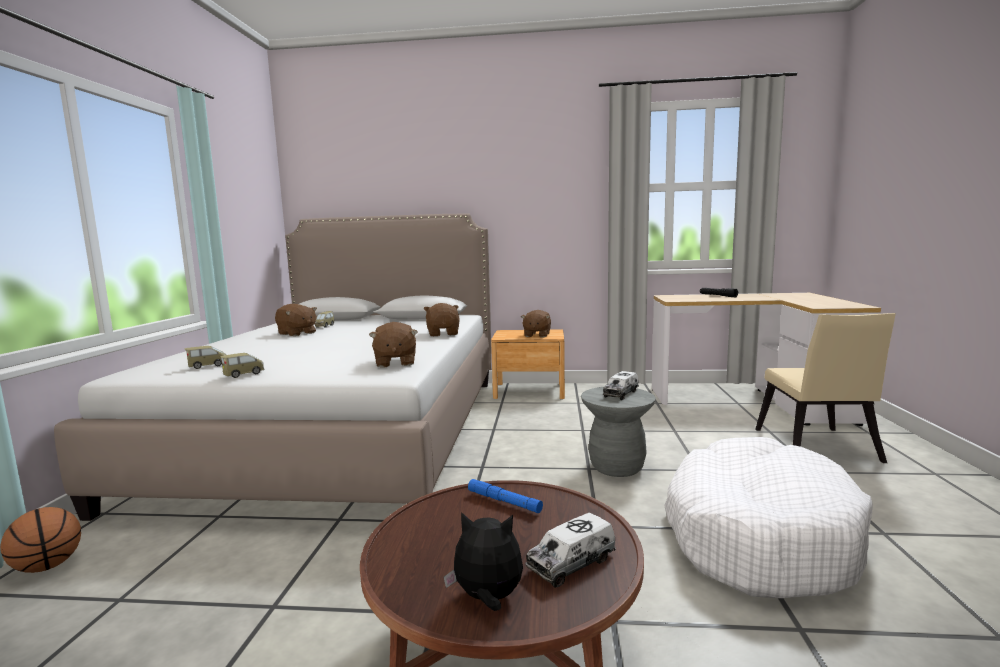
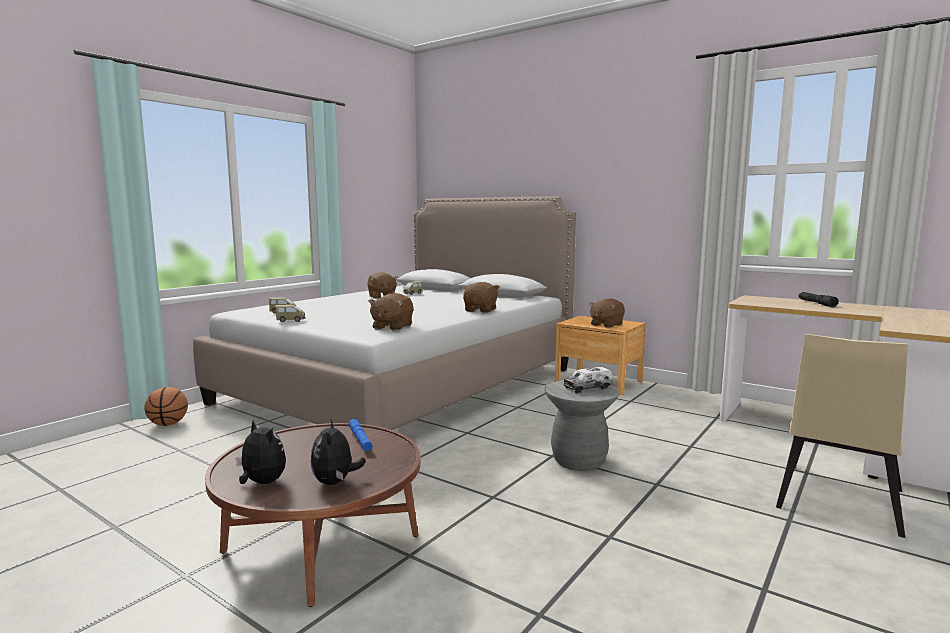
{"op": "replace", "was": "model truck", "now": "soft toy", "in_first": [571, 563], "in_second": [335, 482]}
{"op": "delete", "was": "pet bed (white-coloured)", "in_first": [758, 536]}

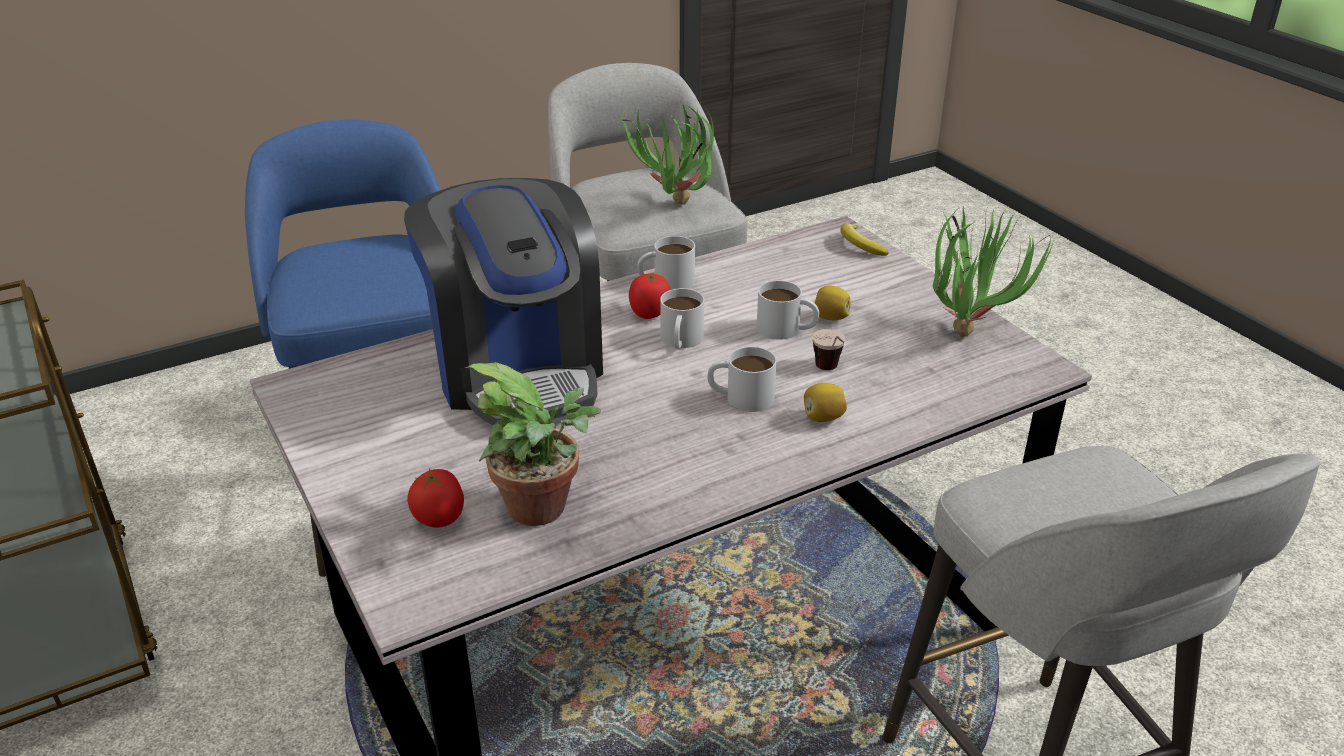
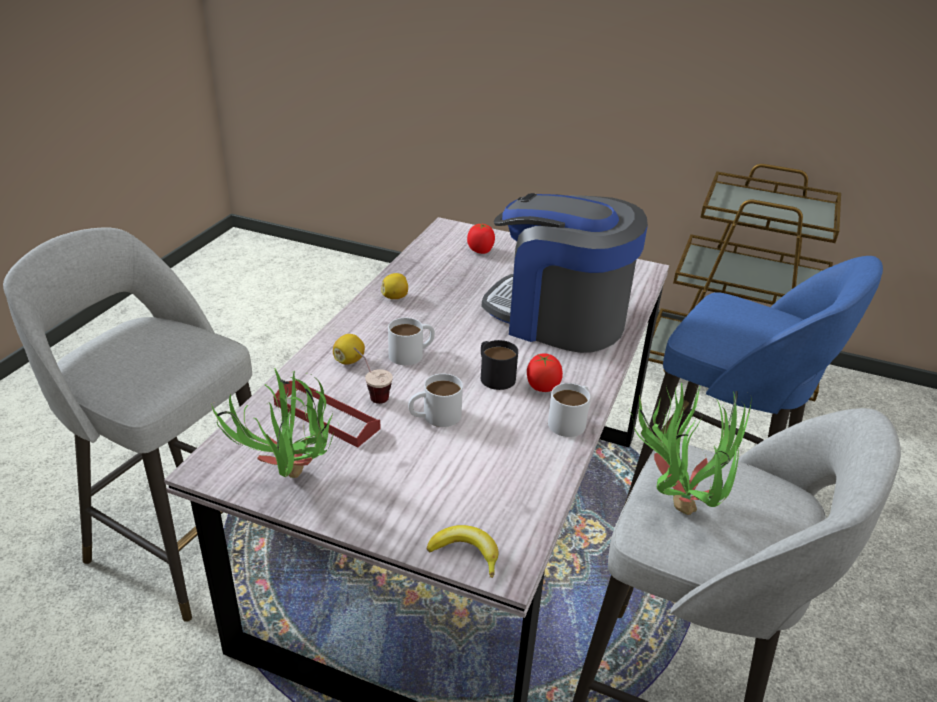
{"op": "insert", "now": "tray (red)", "in_second": [326, 416]}
{"op": "move", "was": "citrus fruit", "in_first": [830, 317], "in_second": [395, 297]}
{"op": "recolor", "was": "tea mug (white-coloured)", "now": "tea mug (black-coloured)", "in_first": [680, 341], "in_second": [494, 375]}
{"op": "delete", "was": "plant in a pot", "in_first": [544, 509]}

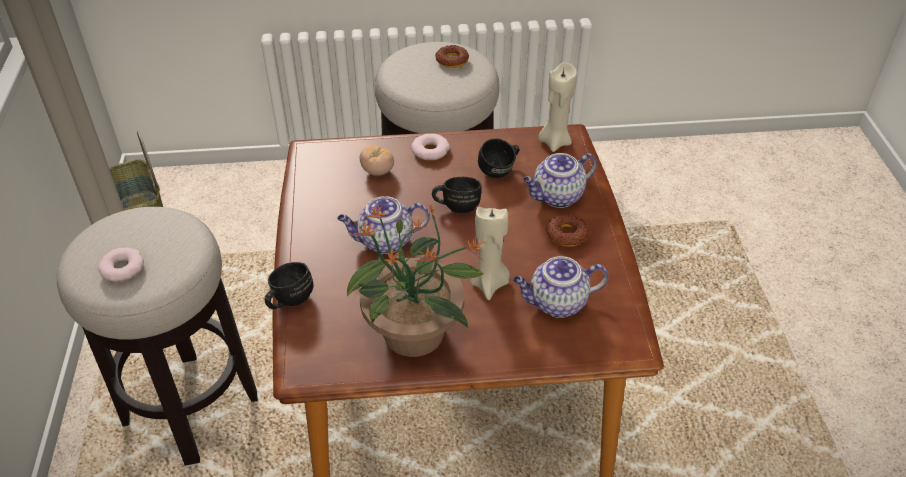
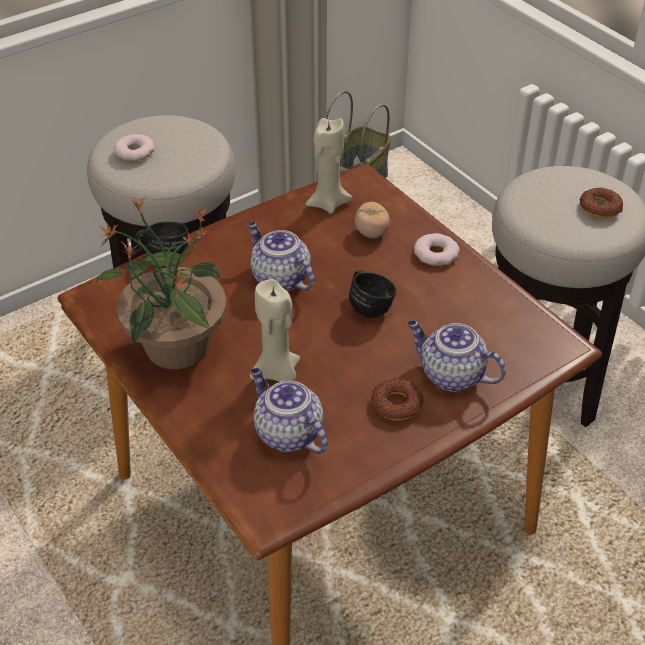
{"op": "move", "was": "wax light (beige)", "in_first": [554, 142], "in_second": [328, 203]}
{"op": "delete", "was": "tea mug (black-coloured)", "in_first": [500, 171]}

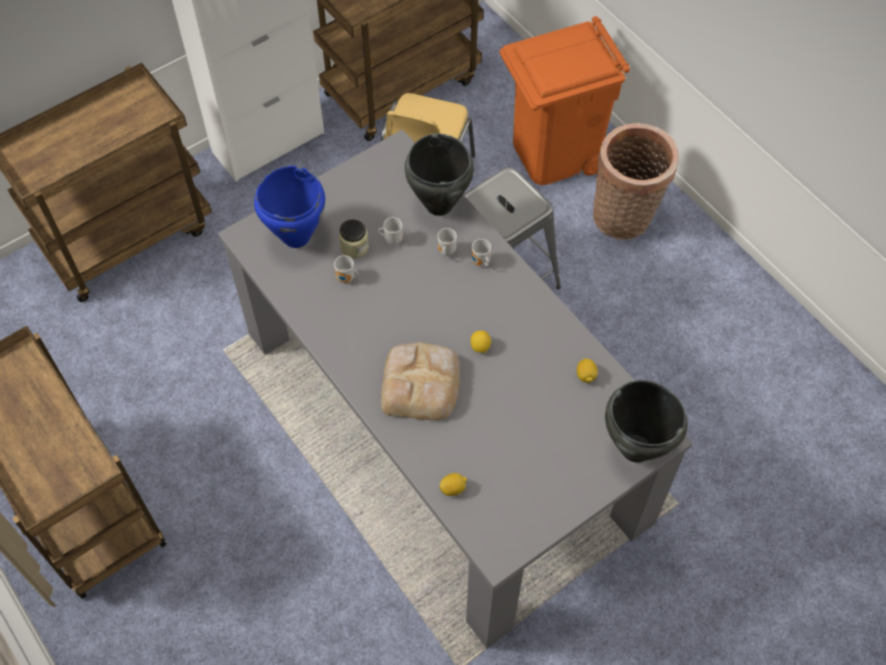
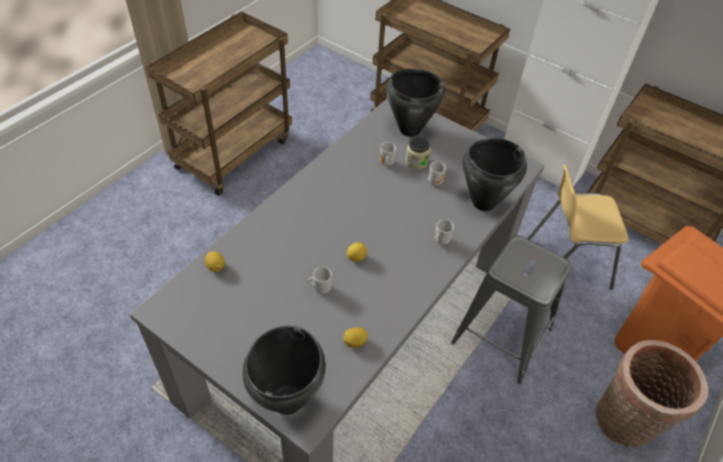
{"op": "move", "was": "tea mug", "in_first": [445, 251], "in_second": [321, 288]}
{"op": "recolor", "was": "stockpot (blue)", "now": "stockpot (black-coloured)", "in_first": [295, 237], "in_second": [409, 129]}
{"op": "delete", "was": "bakery bread", "in_first": [421, 383]}

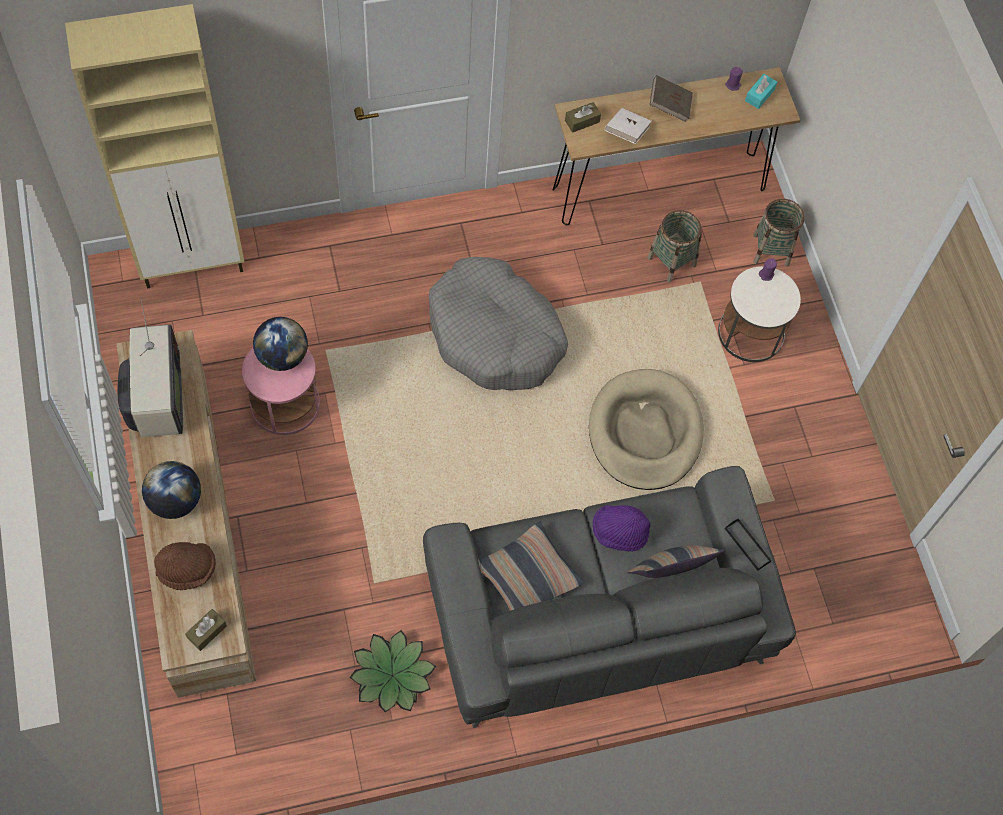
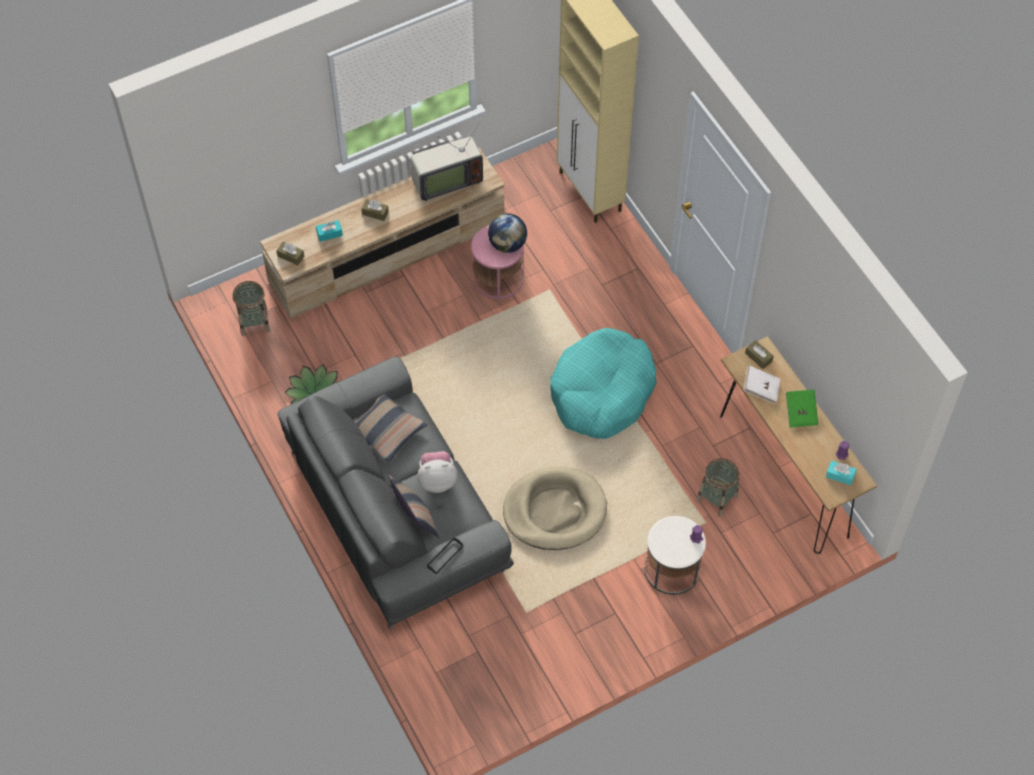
{"op": "move", "was": "basket", "in_first": [771, 250], "in_second": [254, 322]}
{"op": "replace", "was": "wearable hat (brownish)", "now": "tissue holder (turquoise)", "in_first": [187, 570], "in_second": [329, 234]}
{"op": "replace", "was": "world globe", "now": "tissue holder (brownish)", "in_first": [175, 501], "in_second": [375, 213]}
{"op": "replace", "was": "wearable hat (purple-coloured)", "now": "soft toy", "in_first": [619, 532], "in_second": [437, 480]}
{"op": "recolor", "was": "pet bed (gray)", "now": "pet bed (turquoise)", "in_first": [495, 335], "in_second": [602, 392]}
{"op": "recolor", "was": "book (brownish)", "now": "book (green-coloured)", "in_first": [669, 105], "in_second": [800, 413]}

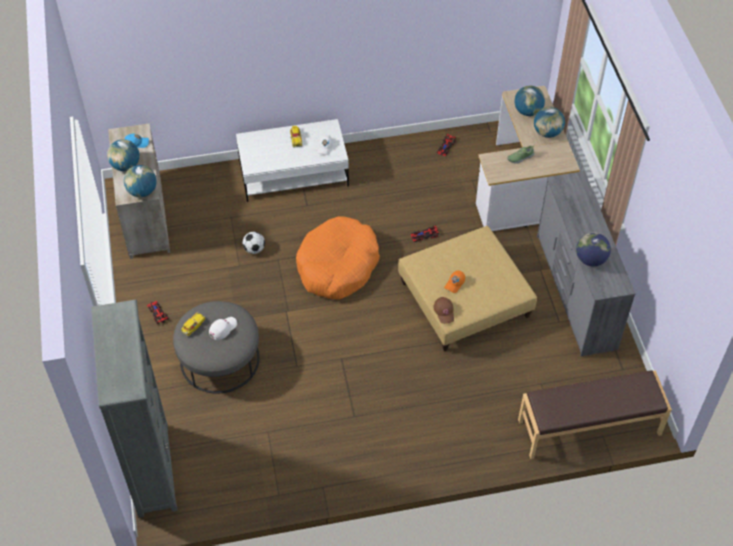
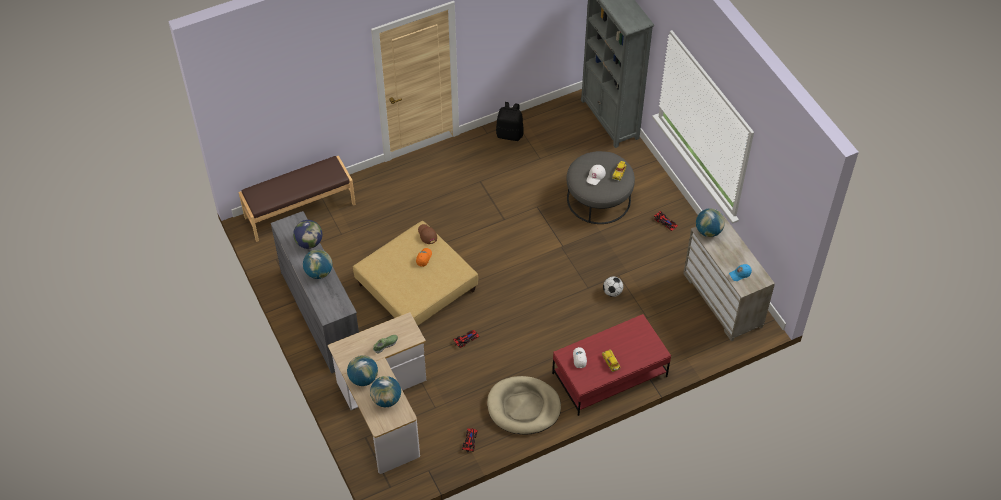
{"op": "move", "was": "world globe", "in_first": [125, 166], "in_second": [319, 272]}
{"op": "insert", "now": "pet bed (beige)", "in_second": [523, 407]}
{"op": "insert", "now": "rucksack (black-coloured)", "in_second": [510, 134]}
{"op": "recolor", "was": "coffee table (white-coloured)", "now": "coffee table (red)", "in_first": [293, 173], "in_second": [609, 375]}
{"op": "delete", "was": "pet bed (orangey)", "in_first": [337, 266]}

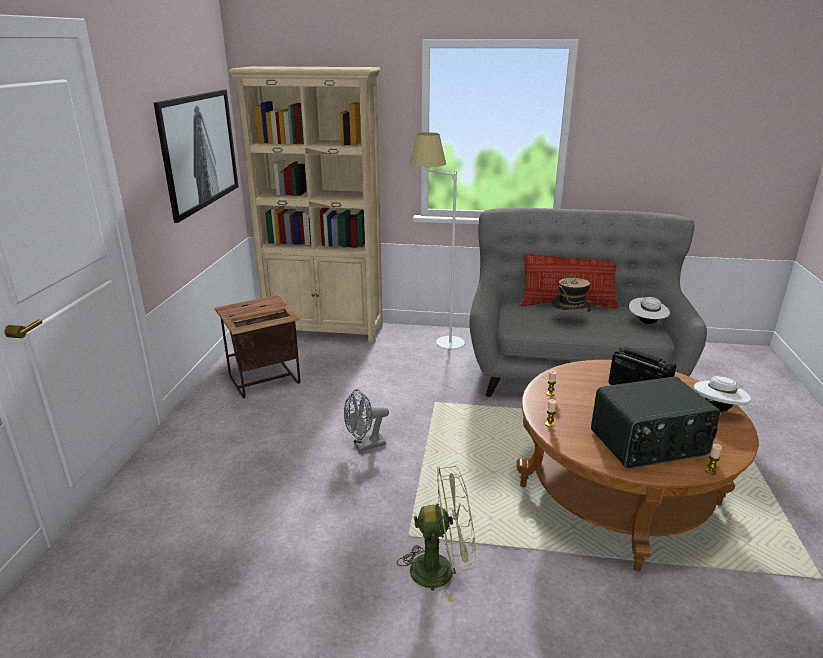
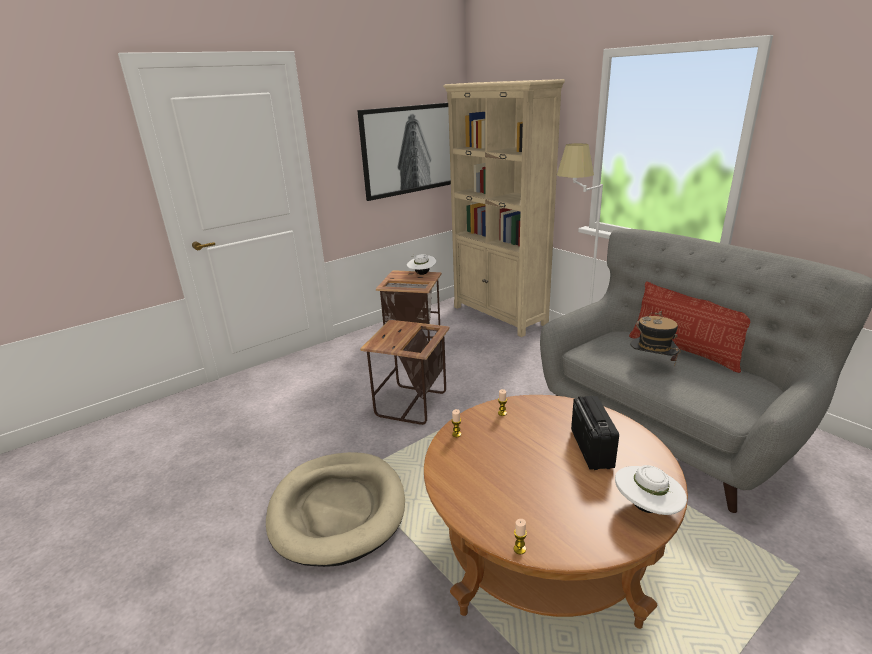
{"op": "replace", "was": "fan (green-coloured)", "now": "pet bed (beige)", "in_first": [442, 569], "in_second": [338, 510]}
{"op": "replace", "was": "fan (gray)", "now": "side table", "in_first": [365, 446], "in_second": [410, 405]}
{"op": "move", "was": "wearable hat (white-coloured)", "in_first": [646, 323], "in_second": [421, 274]}
{"op": "delete", "was": "radio set", "in_first": [649, 444]}

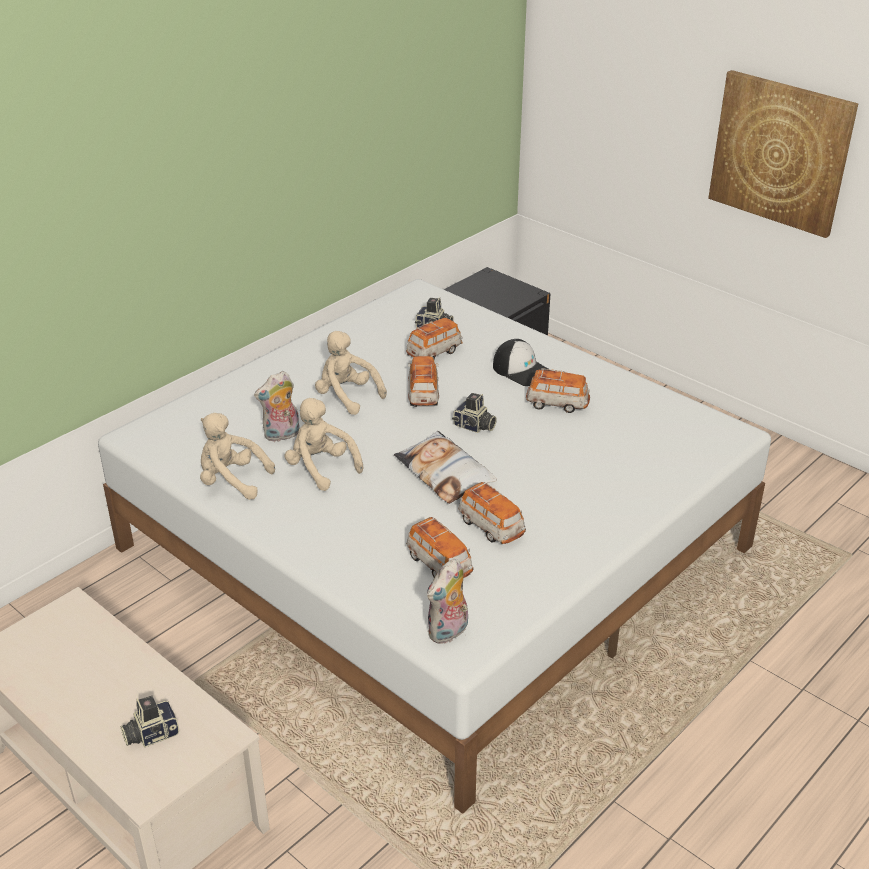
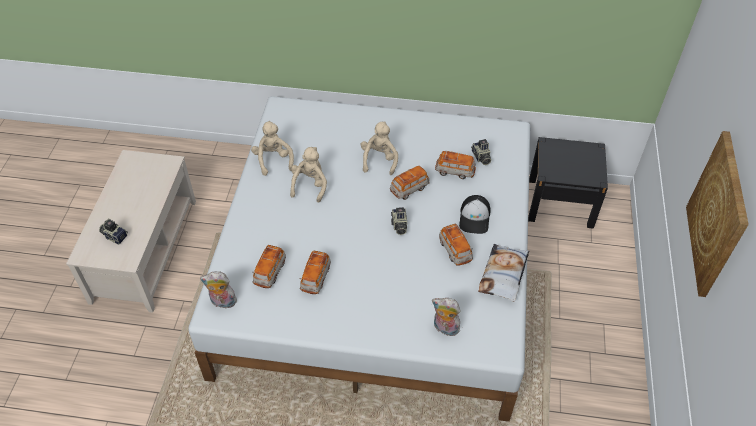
{"op": "move", "was": "soft toy", "in_first": [282, 435], "in_second": [444, 328]}
{"op": "move", "was": "throw pillow", "in_first": [445, 473], "in_second": [504, 275]}

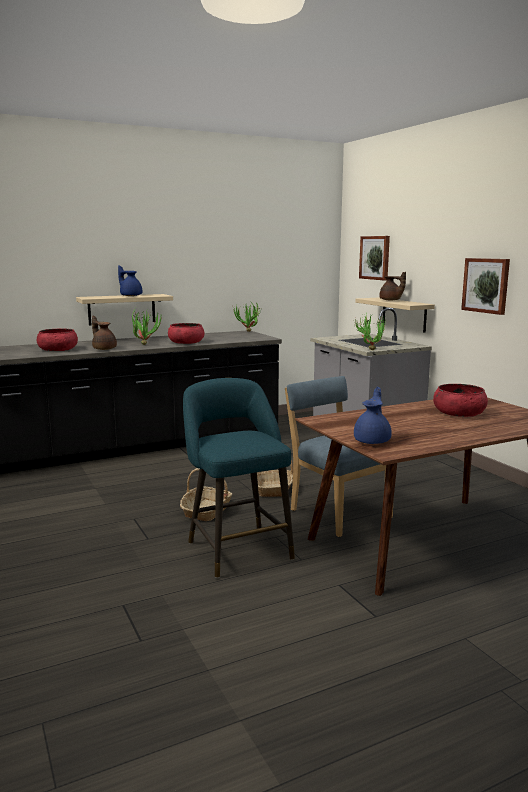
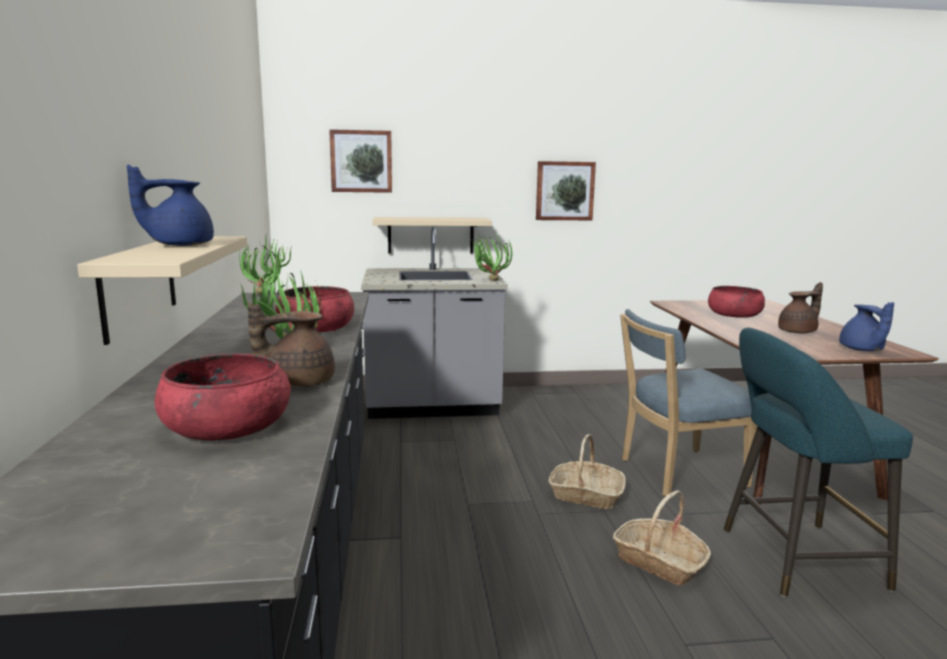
{"op": "move", "was": "pot for tea (brownish)", "in_first": [391, 300], "in_second": [798, 332]}
{"op": "rotate", "was": "pot for tea (blue)", "in_first": [373, 441], "in_second": [862, 350], "clockwise": -135}

